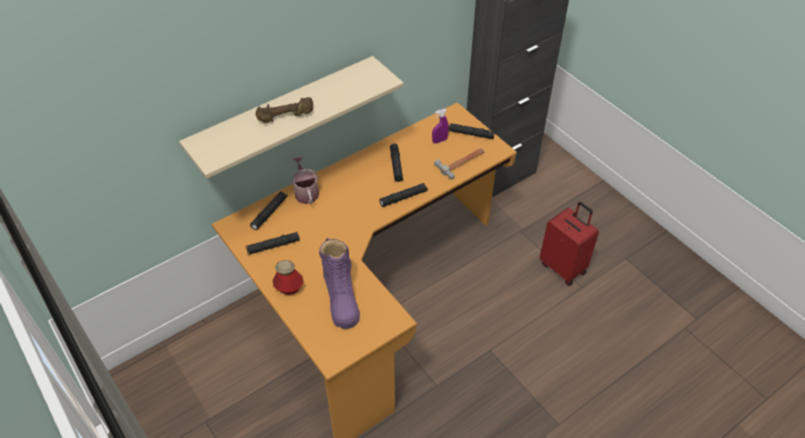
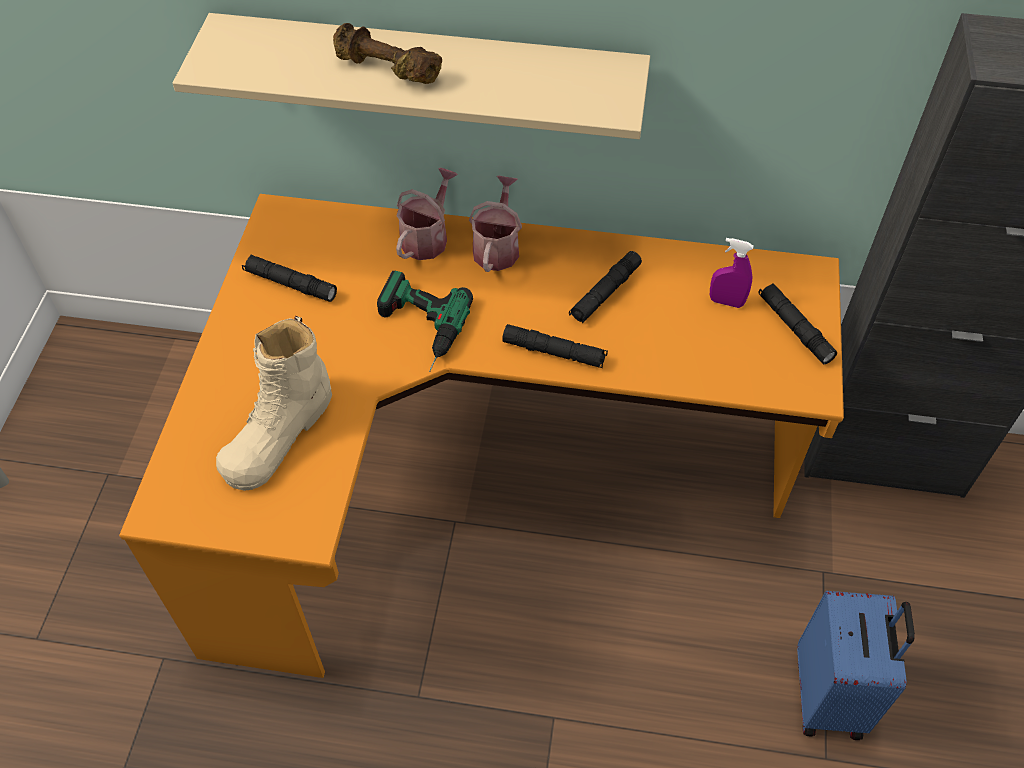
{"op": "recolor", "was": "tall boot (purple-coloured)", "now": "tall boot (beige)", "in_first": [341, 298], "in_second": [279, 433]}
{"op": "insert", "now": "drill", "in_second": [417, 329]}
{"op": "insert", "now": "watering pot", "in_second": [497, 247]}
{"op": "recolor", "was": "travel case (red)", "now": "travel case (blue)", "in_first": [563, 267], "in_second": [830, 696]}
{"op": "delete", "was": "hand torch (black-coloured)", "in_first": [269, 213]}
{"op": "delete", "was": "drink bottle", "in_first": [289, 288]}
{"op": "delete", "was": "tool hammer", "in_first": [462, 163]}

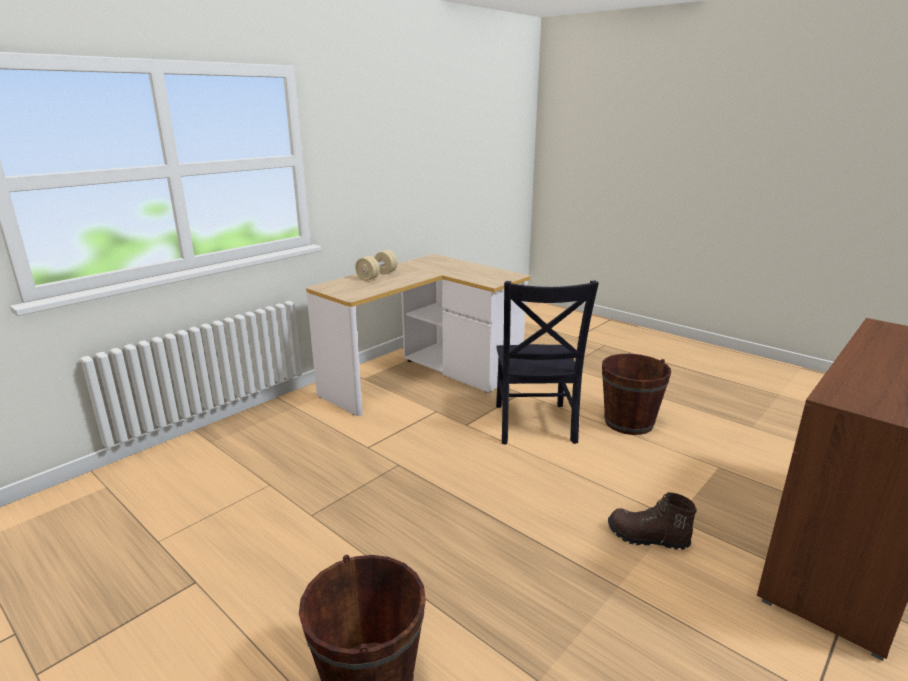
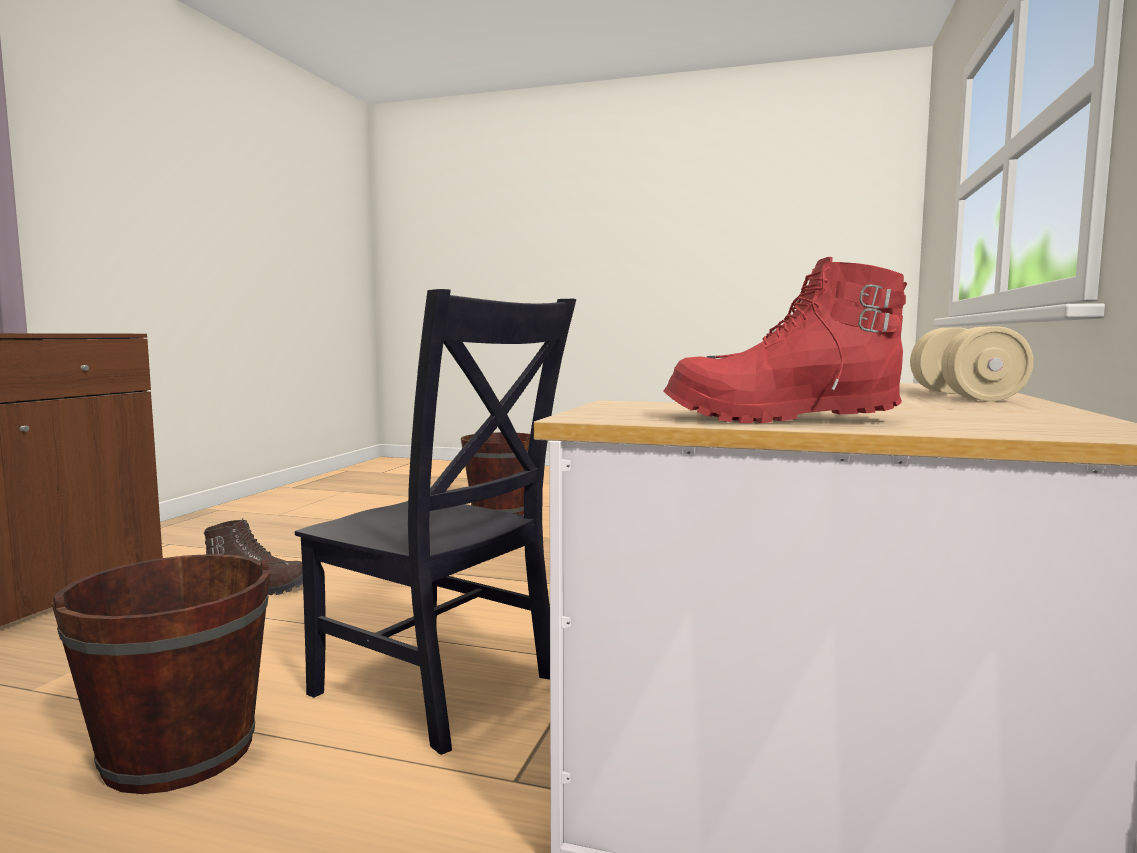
{"op": "rotate", "was": "plain chair (black-coloured)", "in_first": [534, 425], "in_second": [442, 689], "clockwise": 150}
{"op": "insert", "now": "tall boot (red)", "in_second": [779, 419]}

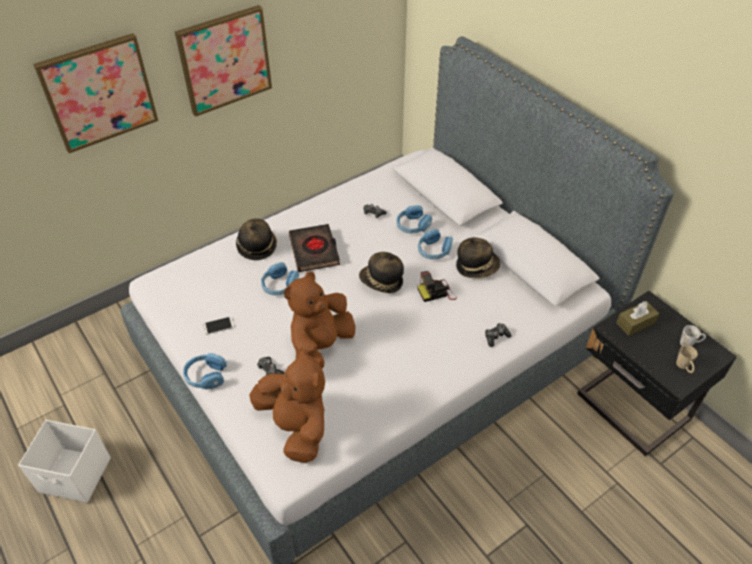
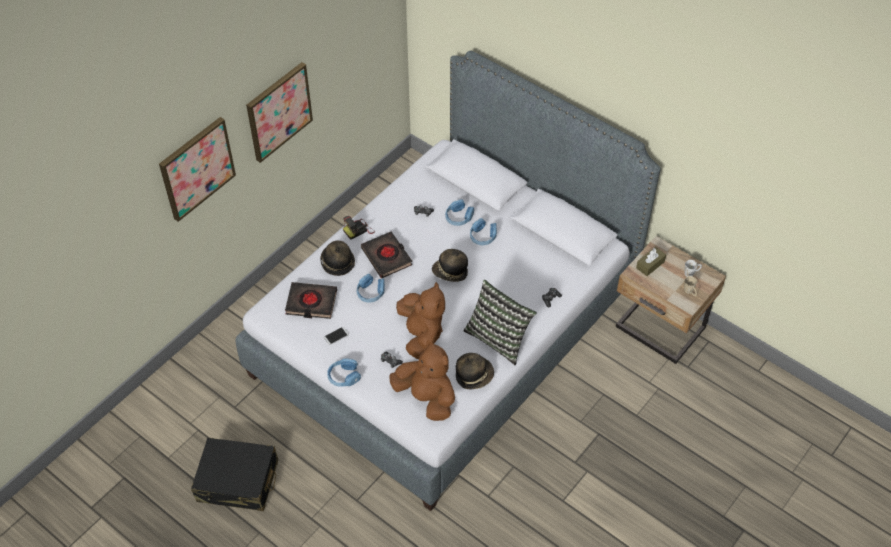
{"op": "replace", "was": "storage bin (white-coloured)", "now": "travel case (black-coloured)", "in_first": [76, 476], "in_second": [238, 481]}
{"op": "insert", "now": "book (black-coloured)", "in_second": [311, 303]}
{"op": "move", "was": "photo camera", "in_first": [437, 292], "in_second": [358, 230]}
{"op": "rotate", "was": "soft toy (brownish)", "in_first": [320, 346], "in_second": [421, 335], "clockwise": 150}
{"op": "move", "was": "wearable hat", "in_first": [477, 266], "in_second": [474, 375]}
{"op": "insert", "now": "throw pillow", "in_second": [498, 338]}
{"op": "recolor", "was": "bedside table (black-coloured)", "now": "bedside table (beige)", "in_first": [631, 409], "in_second": [659, 330]}

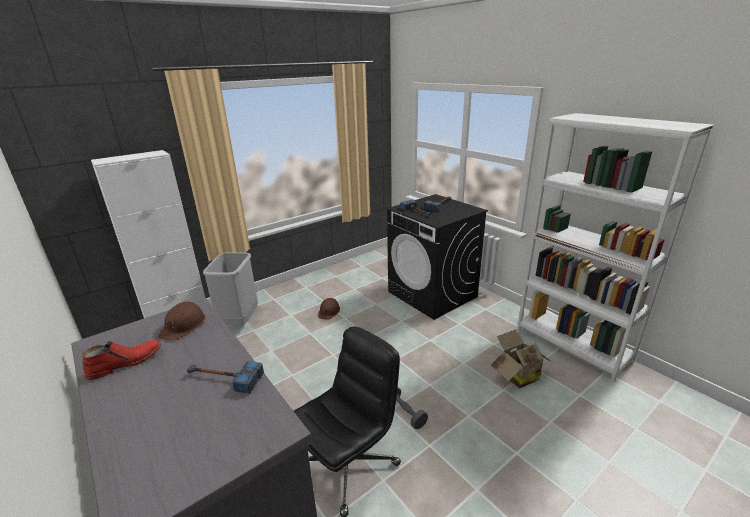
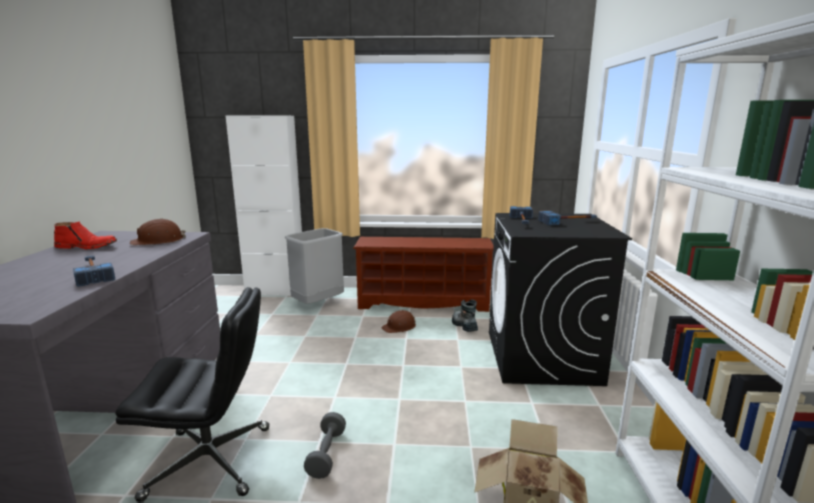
{"op": "insert", "now": "shoe stand (brownish)", "in_second": [424, 302]}
{"op": "insert", "now": "tall boot", "in_second": [464, 326]}

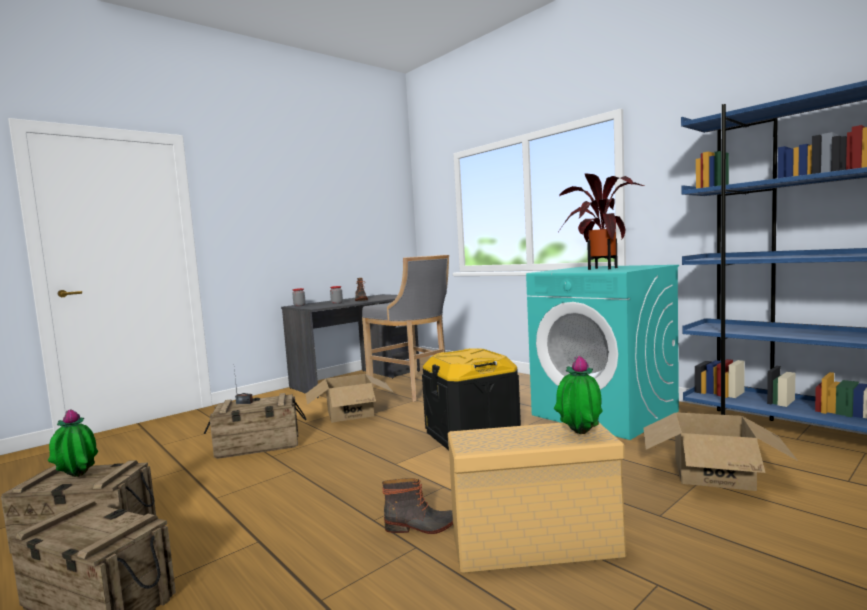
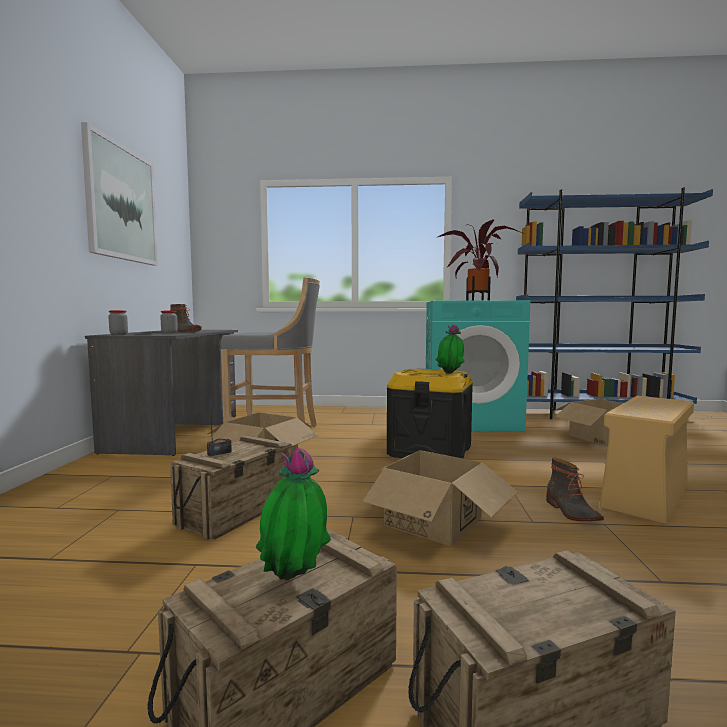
{"op": "insert", "now": "picture", "in_second": [121, 203]}
{"op": "insert", "now": "packing box", "in_second": [433, 521]}
{"op": "move", "was": "plant in a pot", "in_first": [579, 435], "in_second": [450, 374]}
{"op": "rotate", "was": "tall boot", "in_first": [421, 527], "in_second": [571, 512], "clockwise": 120}

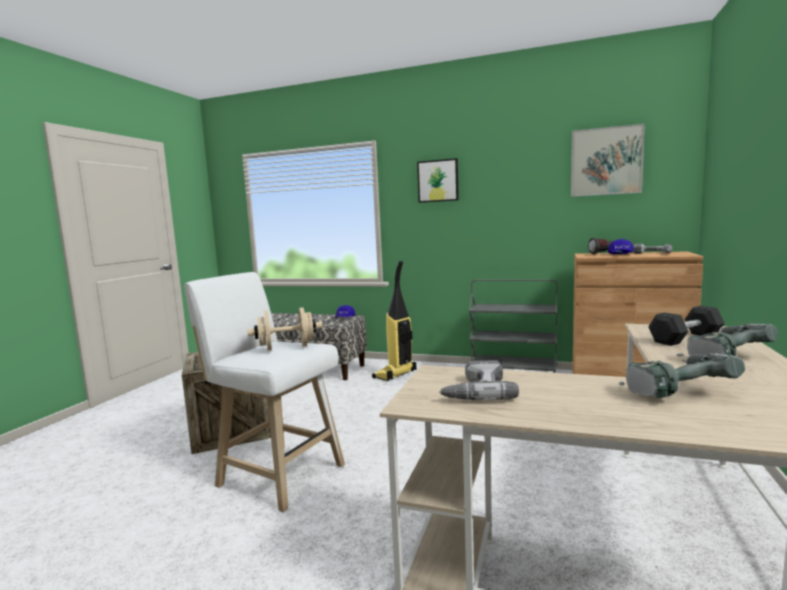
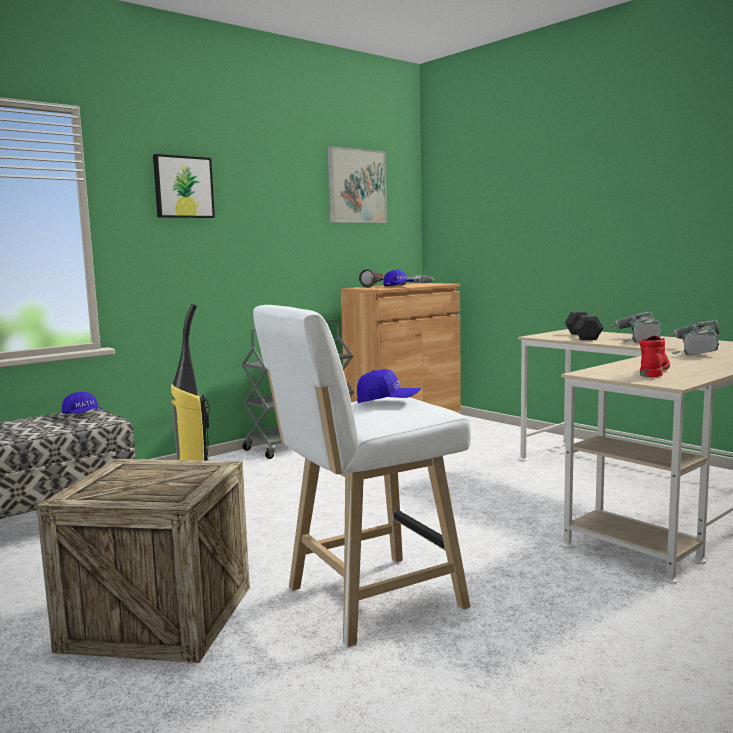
{"op": "replace", "was": "free weight (beige)", "now": "baseball cap (blue)", "in_first": [287, 347], "in_second": [388, 402]}
{"op": "replace", "was": "drill", "now": "tall boot (red)", "in_first": [475, 390], "in_second": [652, 372]}

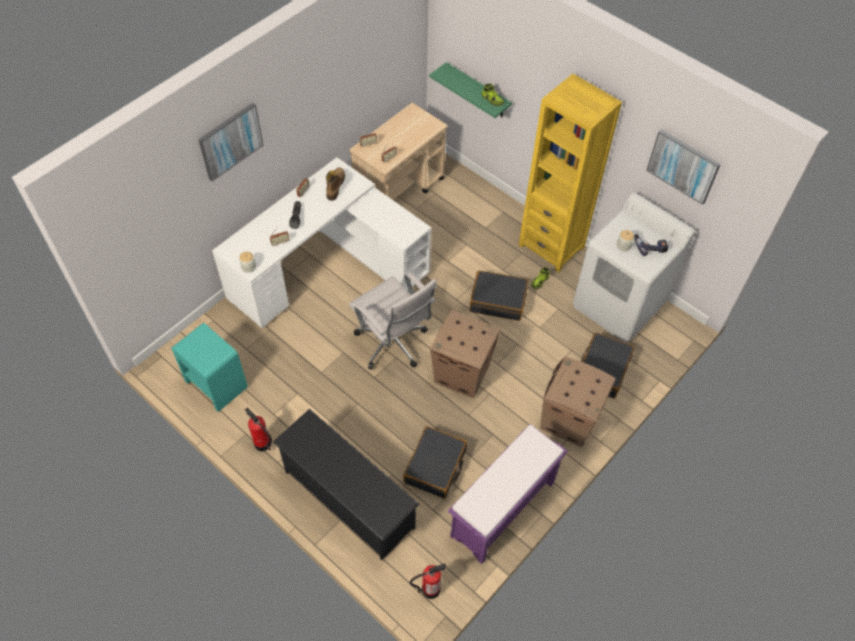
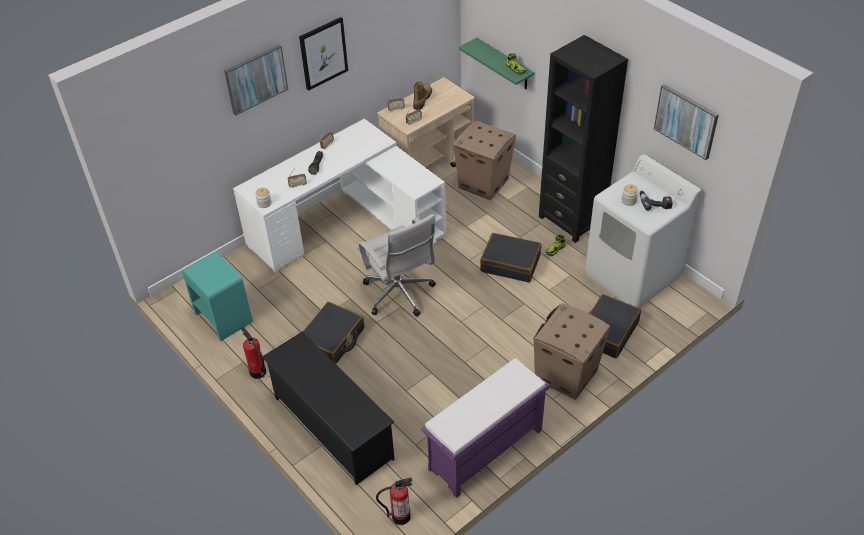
{"op": "insert", "now": "picture", "in_second": [323, 53]}
{"op": "move", "was": "travel case (black-coloured)", "in_first": [435, 466], "in_second": [332, 340]}
{"op": "move", "was": "tall boot", "in_first": [335, 186], "in_second": [421, 99]}
{"op": "move", "was": "packing box", "in_first": [462, 373], "in_second": [484, 183]}
{"op": "recolor", "was": "bookshelf (yellow-coloured)", "now": "bookshelf (black-coloured)", "in_first": [551, 246], "in_second": [571, 219]}

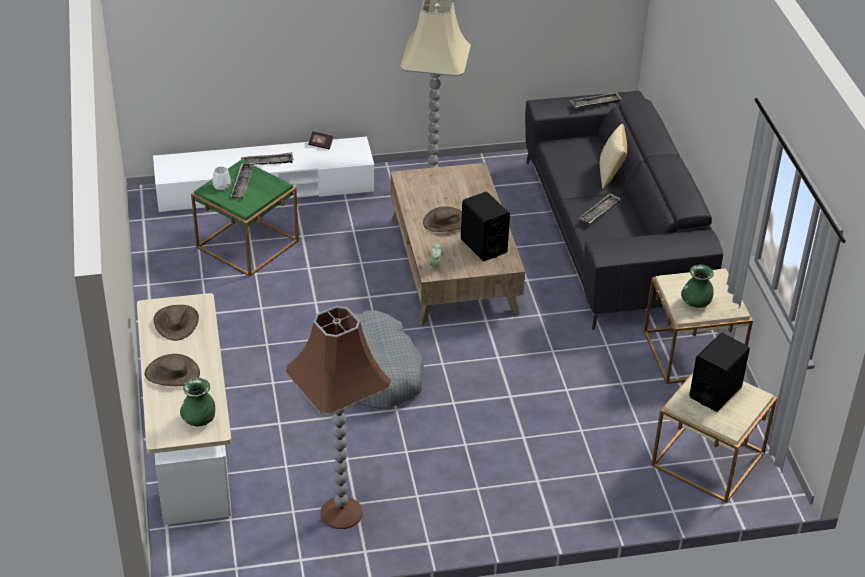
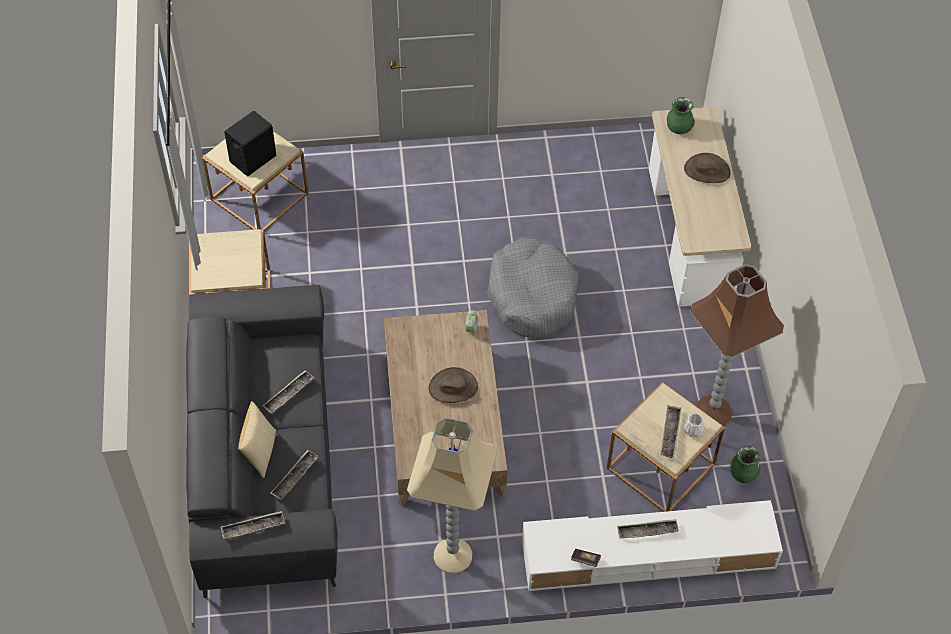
{"op": "insert", "now": "tray", "in_second": [295, 477]}
{"op": "recolor", "was": "side table (green-coloured)", "now": "side table (beige)", "in_first": [247, 244], "in_second": [661, 466]}
{"op": "move", "was": "standard lamp (brownish)", "in_first": [341, 512], "in_second": [713, 412]}
{"op": "move", "was": "flower vase (green-coloured)", "in_first": [696, 303], "in_second": [742, 474]}
{"op": "delete", "was": "wearable hat (brownish)", "in_first": [176, 322]}
{"op": "delete", "was": "loudspeaker (black-coloured)", "in_first": [483, 246]}

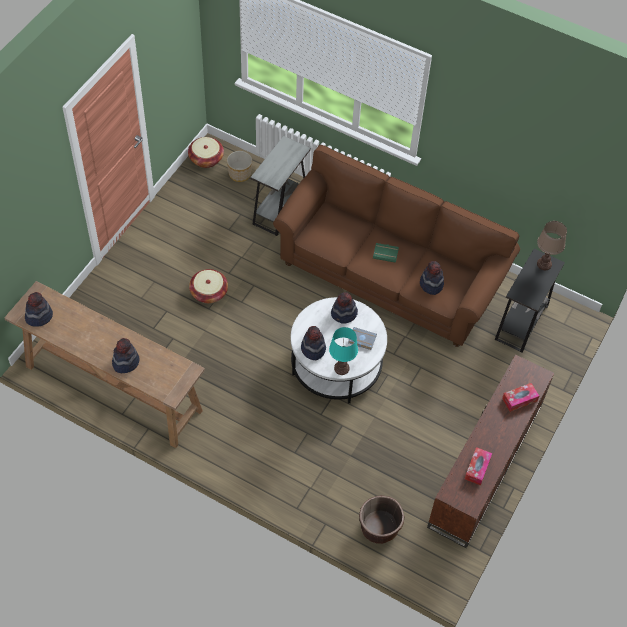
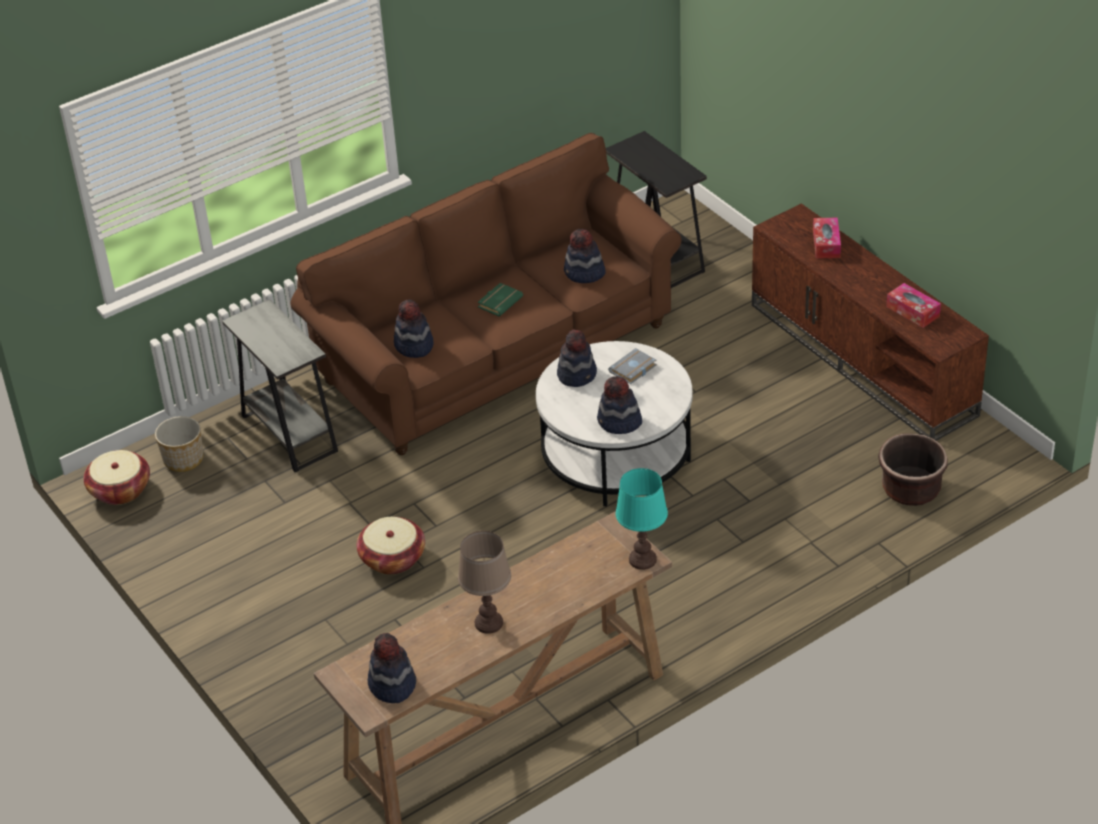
{"op": "move", "was": "wearable hat", "in_first": [125, 362], "in_second": [413, 346]}
{"op": "move", "was": "tabletop lamp (brownish)", "in_first": [544, 264], "in_second": [489, 623]}
{"op": "move", "was": "tabletop lamp (turquoise)", "in_first": [341, 368], "in_second": [642, 559]}

